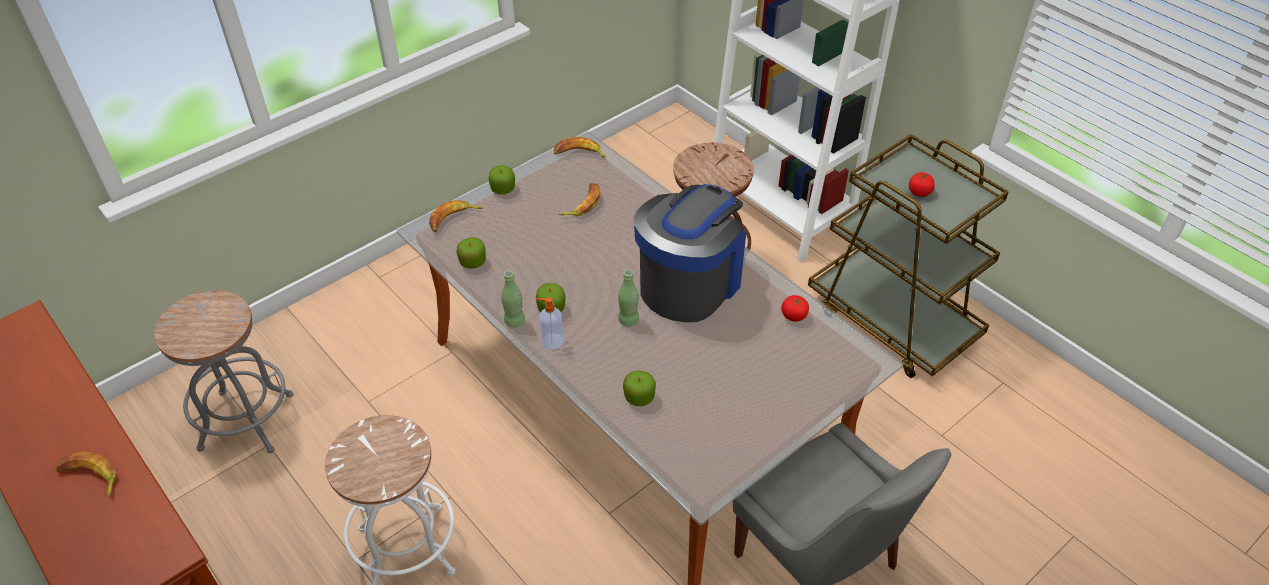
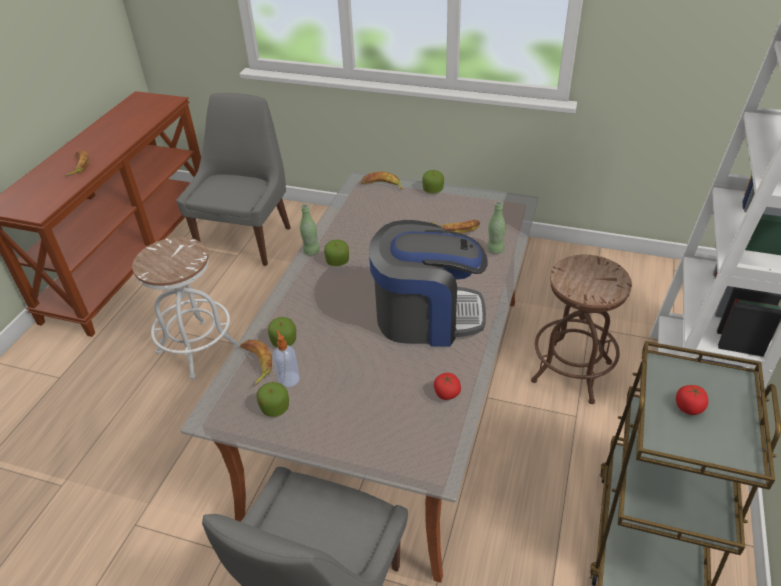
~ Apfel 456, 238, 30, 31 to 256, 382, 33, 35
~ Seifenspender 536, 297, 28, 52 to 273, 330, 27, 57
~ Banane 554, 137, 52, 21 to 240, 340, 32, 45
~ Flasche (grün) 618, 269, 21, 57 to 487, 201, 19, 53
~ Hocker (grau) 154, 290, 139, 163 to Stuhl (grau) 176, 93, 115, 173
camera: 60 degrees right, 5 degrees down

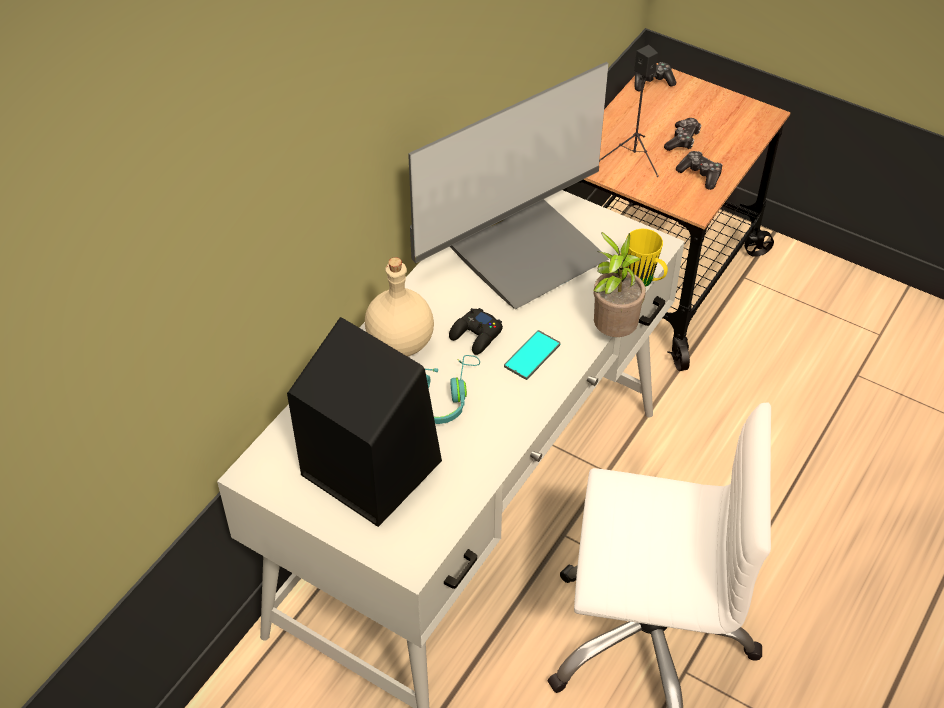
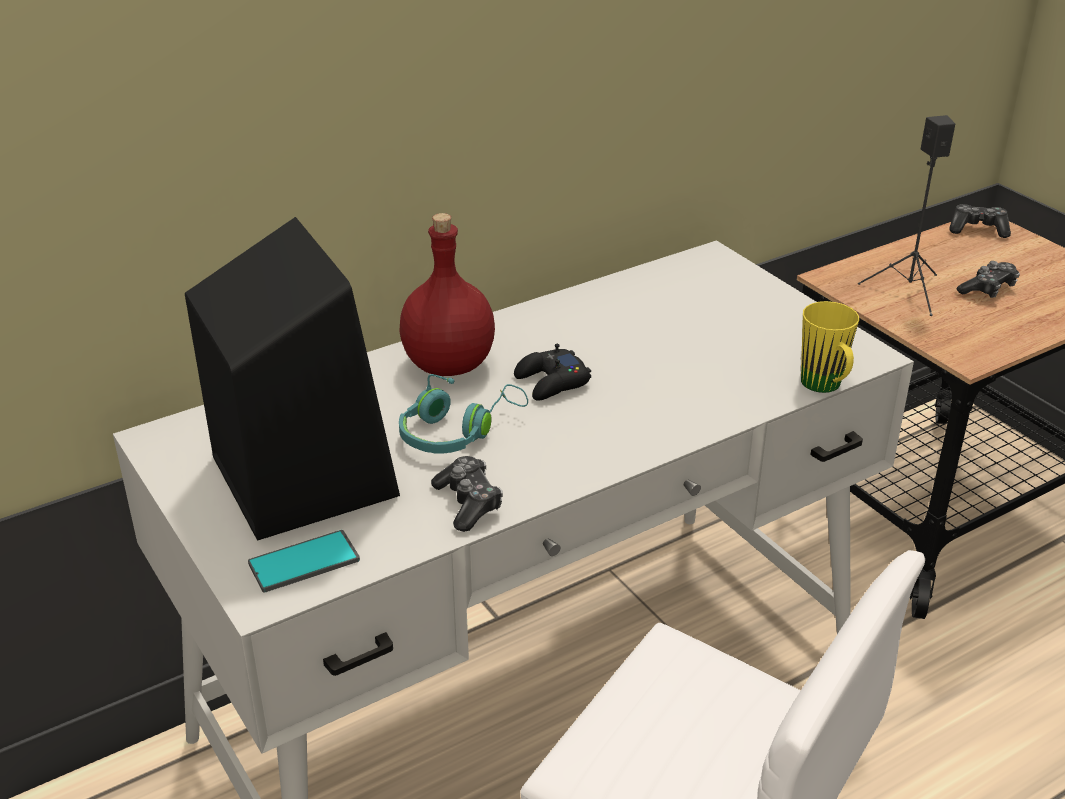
- Monitor 408, 62, 201, 247
- Topfpflanze 593, 232, 53, 105
~ Handy 504, 330, 57, 50 to 248, 530, 112, 63
~ Gamepad 676, 151, 46, 39 to 431, 456, 72, 76
~ Flasche (beige) 365, 257, 69, 100 to Flasche (rot) 399, 213, 96, 163
camera: 25 degrees right, 15 degrees down

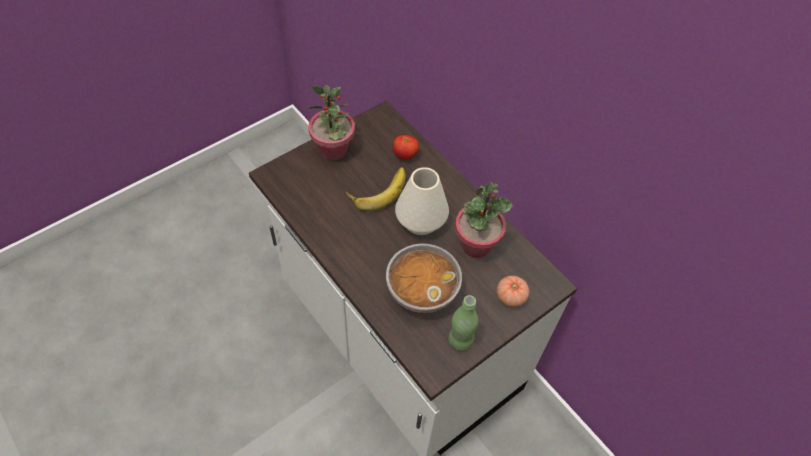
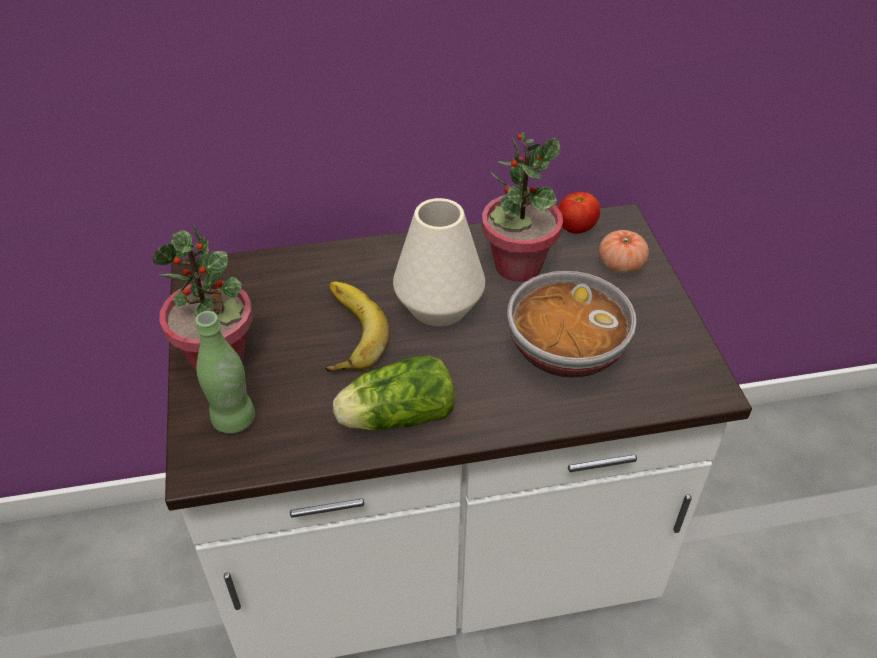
+ Salatkopf 333, 356, 122, 74
~ Tomate 393, 135, 26, 25 to 558, 192, 42, 42
~ Flasche (grün) 448, 295, 30, 56 to 195, 311, 60, 123
camera: 60 degrees left, 10 degrees down

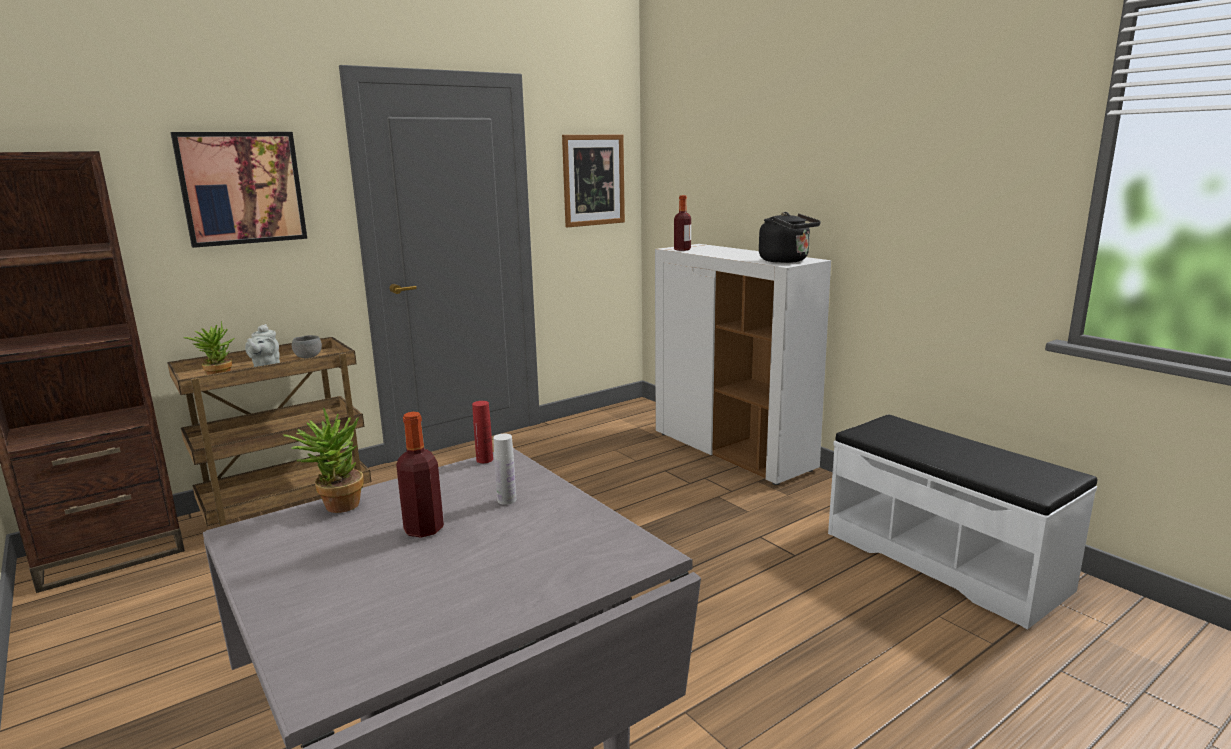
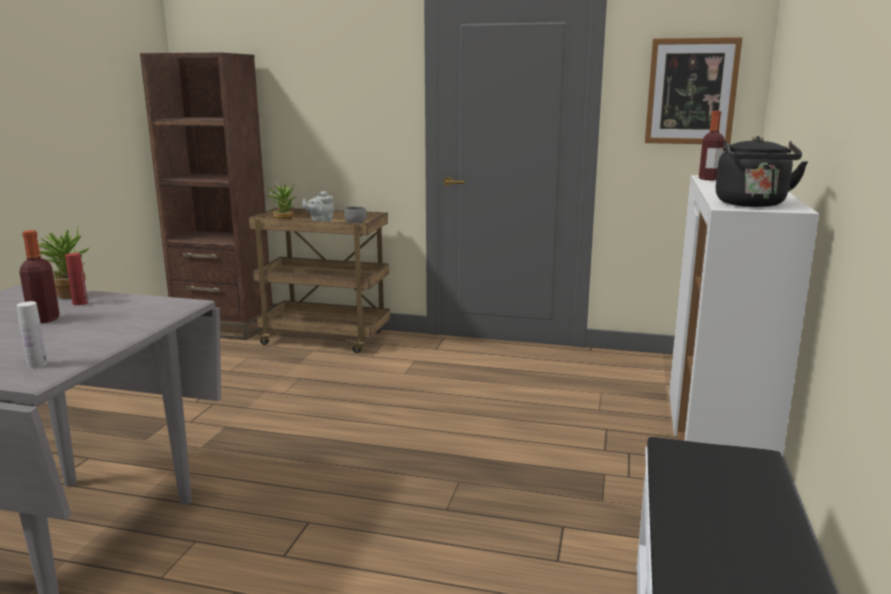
- Bild 170, 132, 137, 116
~ Flasche (rot) 472, 401, 21, 62 to 65, 253, 23, 52
~ Flasche (weiß) 493, 434, 23, 71 to 17, 301, 30, 67
camera: 50 degrees right, 0 degrees up

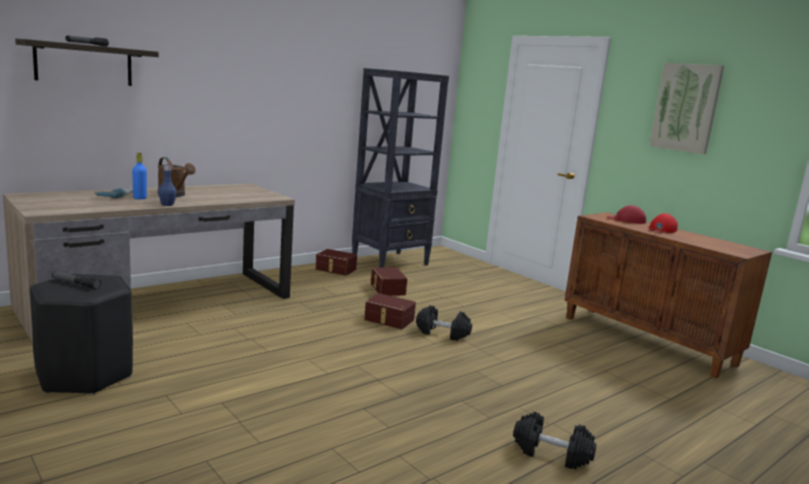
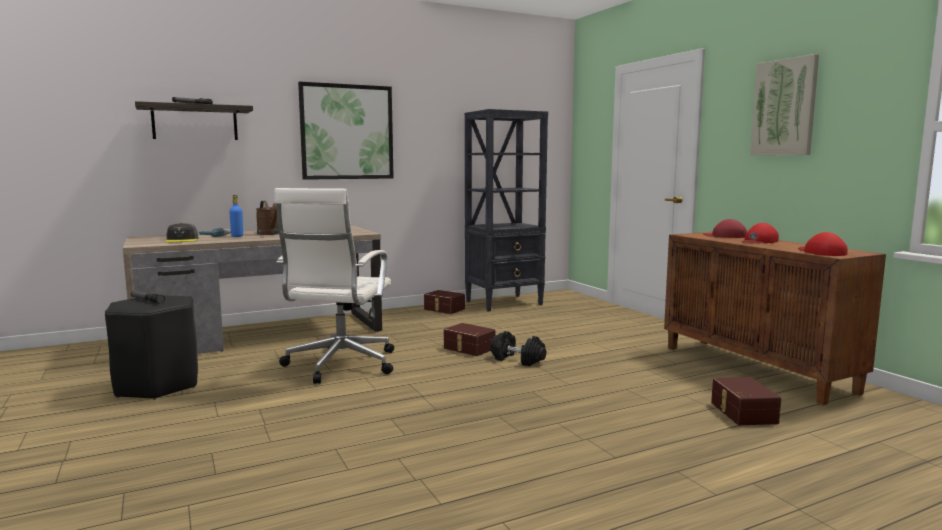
- Flasche (blau) 158, 166, 19, 40
- Hantel (schwarz) 513, 412, 84, 58
+ Kappe (grau) 165, 223, 33, 19
+ Bürostuhl (weiß) 274, 188, 120, 196
+ Bild 298, 82, 96, 98
+ Kappe (rot) 798, 232, 50, 24
~ Aufbewahrungsbox (braun) 371, 267, 36, 29 to 711, 377, 70, 48
camera: 15 degrees right, 5 degrees down

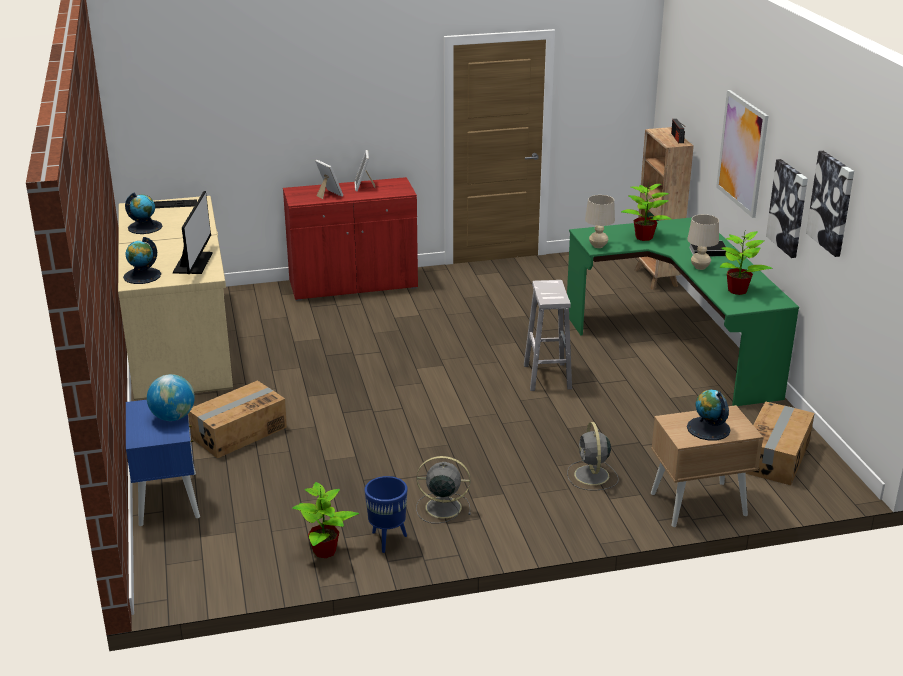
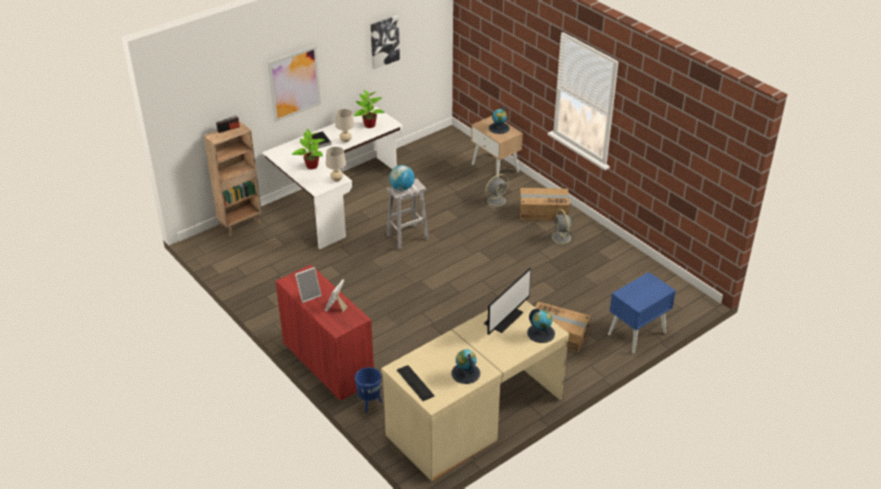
- Topfpflanze 292, 482, 67, 76
- Bild 766, 159, 42, 99
~ Globus 147, 374, 48, 47 to 389, 165, 26, 26
~ Pflanzkübel (blau) 364, 476, 44, 77 to 355, 367, 27, 46
~ Karton 745, 401, 70, 84 to 520, 188, 50, 33
~ Schreibtisch (grün) 567, 217, 232, 189 to Schreibtisch (weiß) 262, 107, 141, 143
~ Monitor 173, 191, 39, 83 = 484, 268, 47, 67 150 degrees clockwise
camera: 115 degrees left, 10 degrees up

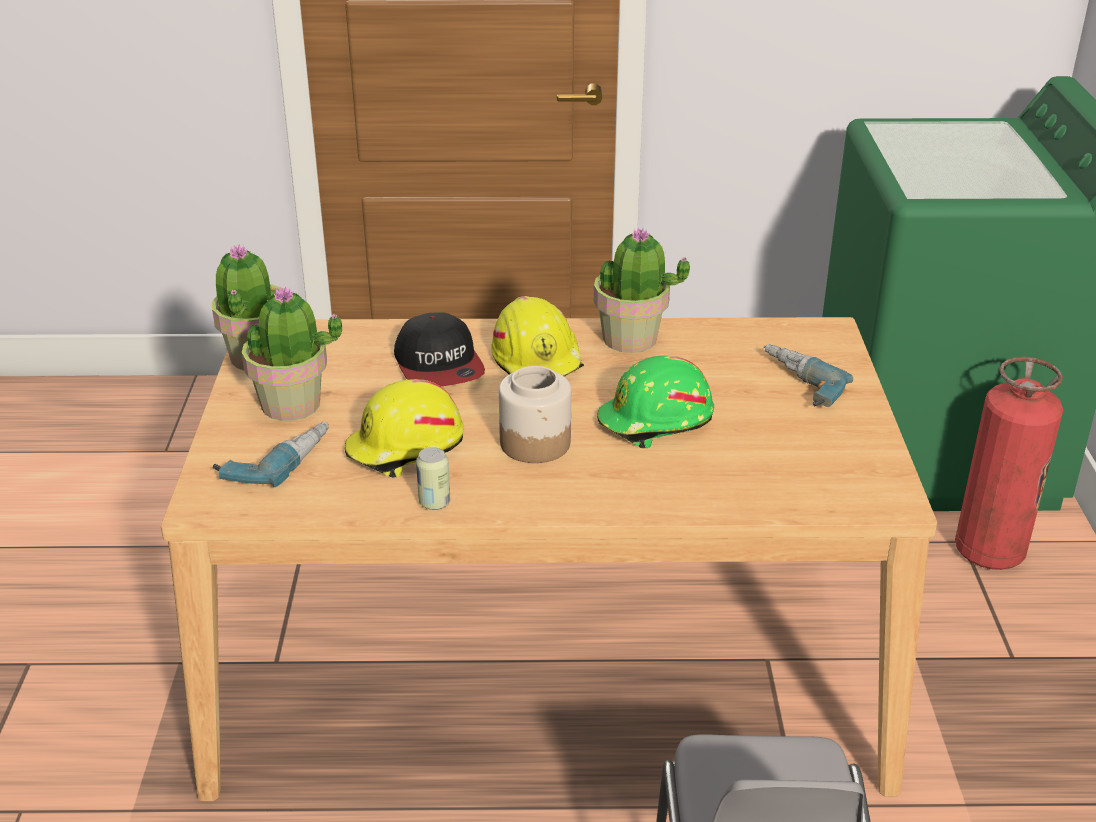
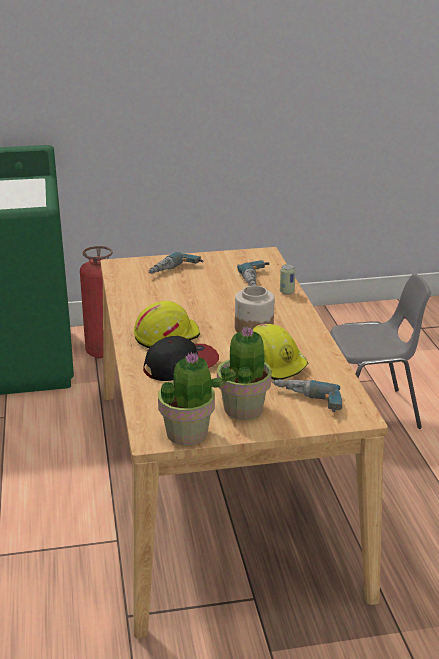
- Topfpflanze 594, 228, 96, 125
- Schutzhelm (grün) 597, 356, 117, 93
+ Bohrmaschine 237, 260, 32, 26
~ Dose 416, 447, 34, 63 to 280, 264, 15, 31
camera: 100 degrees left, 5 degrees down

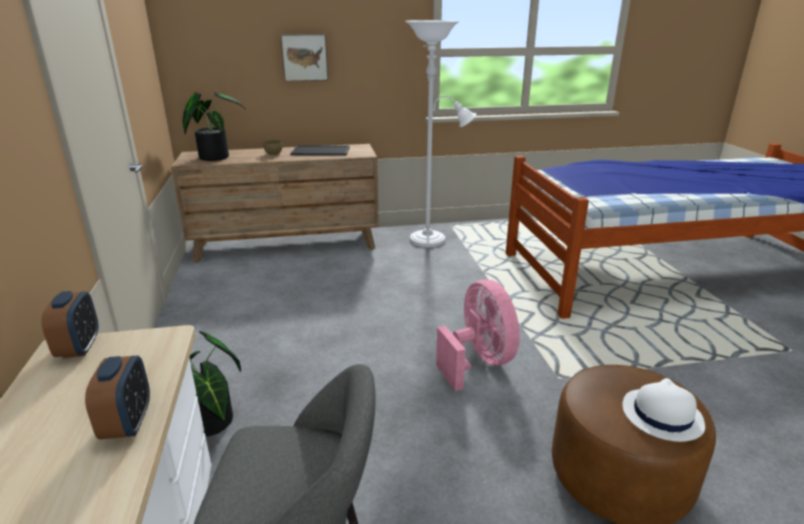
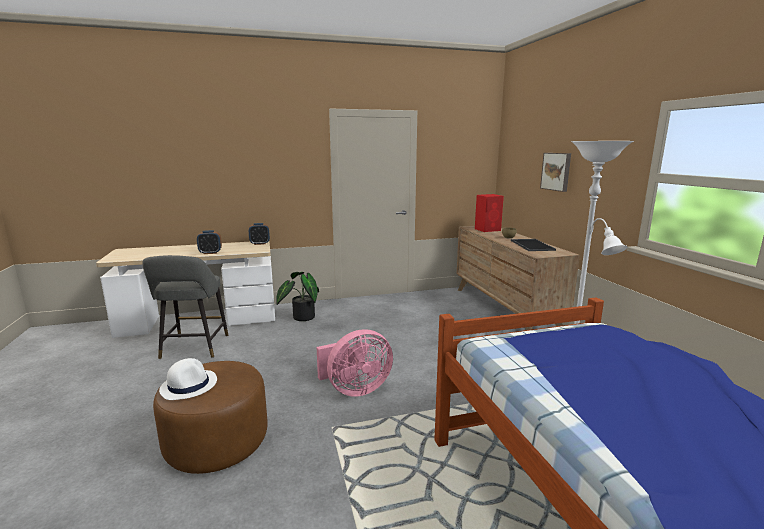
~ Topfpflanze 182, 92, 64, 69 to Lautsprecher (rot) 475, 194, 29, 38
camera: 85 degrees right, 10 degrees down

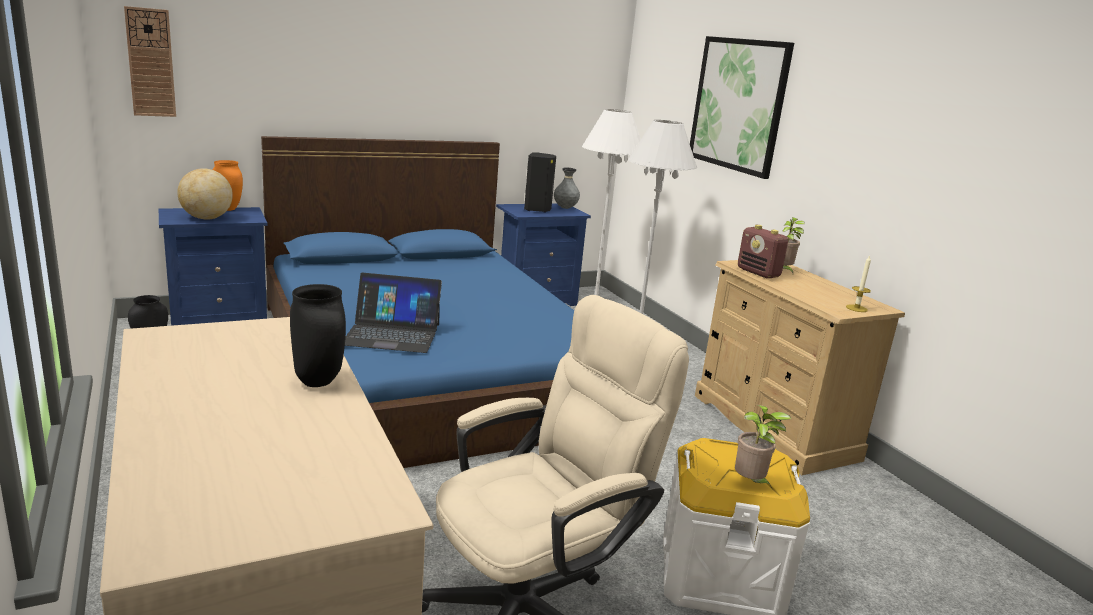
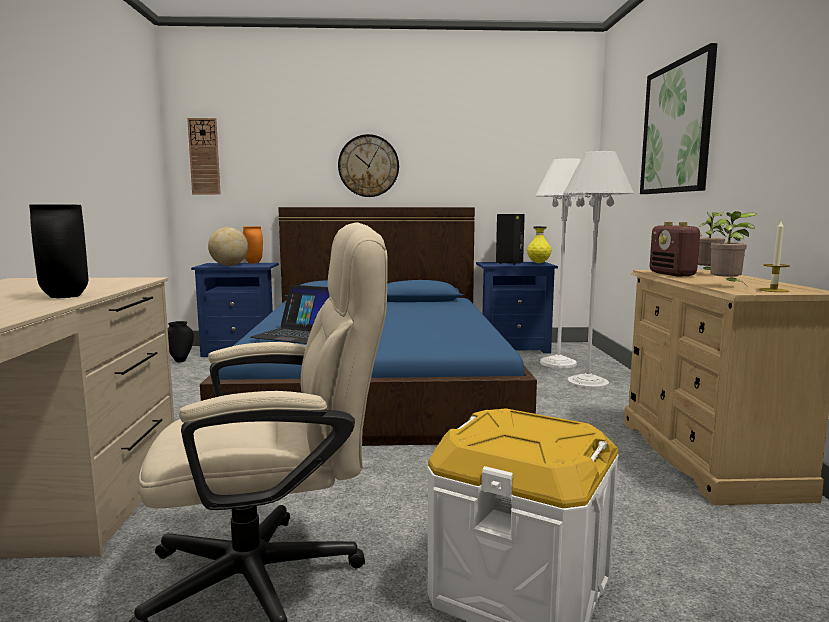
+ Wanduhr 338, 134, 61, 63
~ Topfpflanze 735, 405, 56, 83 to 710, 211, 47, 75
~ Vase (grau) 554, 168, 26, 41 to Vase (gelb) 527, 226, 25, 37
camera: 25 degrees right, 10 degrees down

